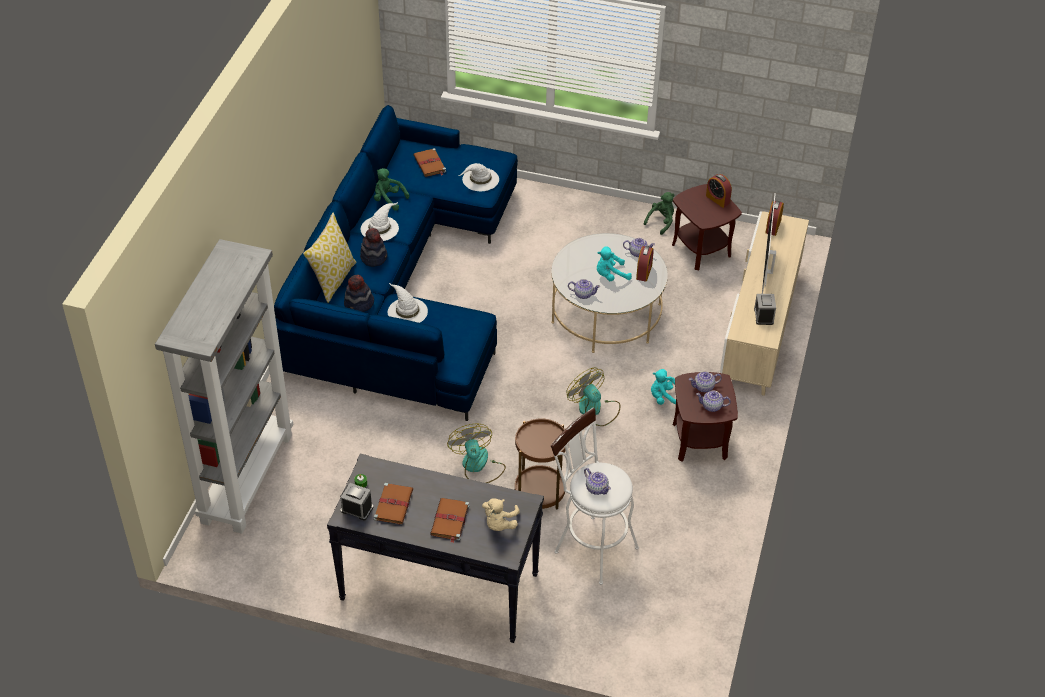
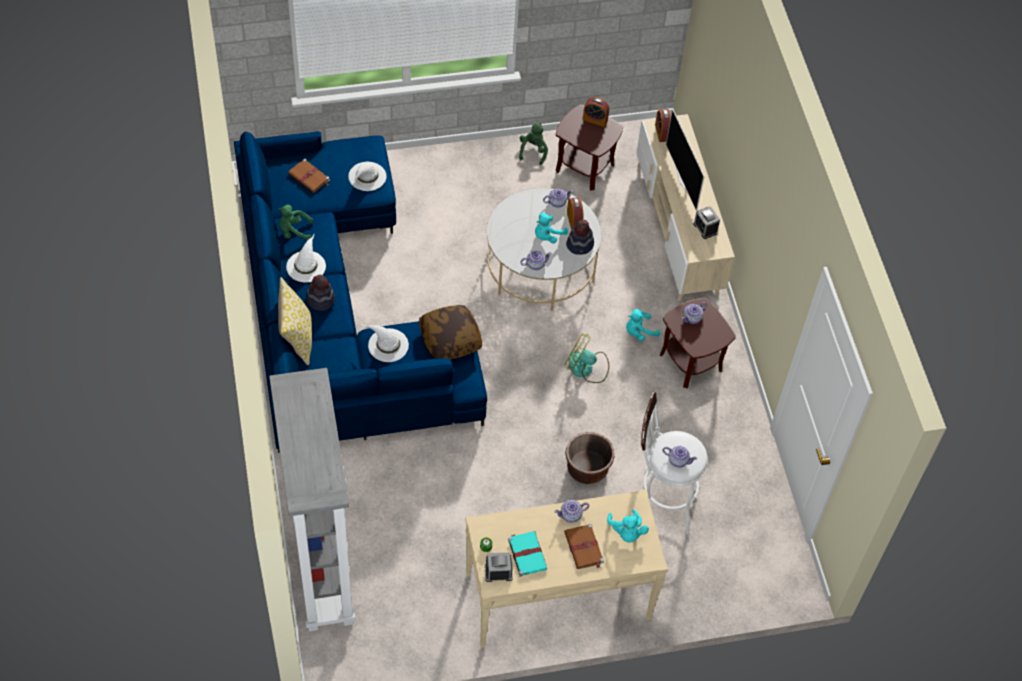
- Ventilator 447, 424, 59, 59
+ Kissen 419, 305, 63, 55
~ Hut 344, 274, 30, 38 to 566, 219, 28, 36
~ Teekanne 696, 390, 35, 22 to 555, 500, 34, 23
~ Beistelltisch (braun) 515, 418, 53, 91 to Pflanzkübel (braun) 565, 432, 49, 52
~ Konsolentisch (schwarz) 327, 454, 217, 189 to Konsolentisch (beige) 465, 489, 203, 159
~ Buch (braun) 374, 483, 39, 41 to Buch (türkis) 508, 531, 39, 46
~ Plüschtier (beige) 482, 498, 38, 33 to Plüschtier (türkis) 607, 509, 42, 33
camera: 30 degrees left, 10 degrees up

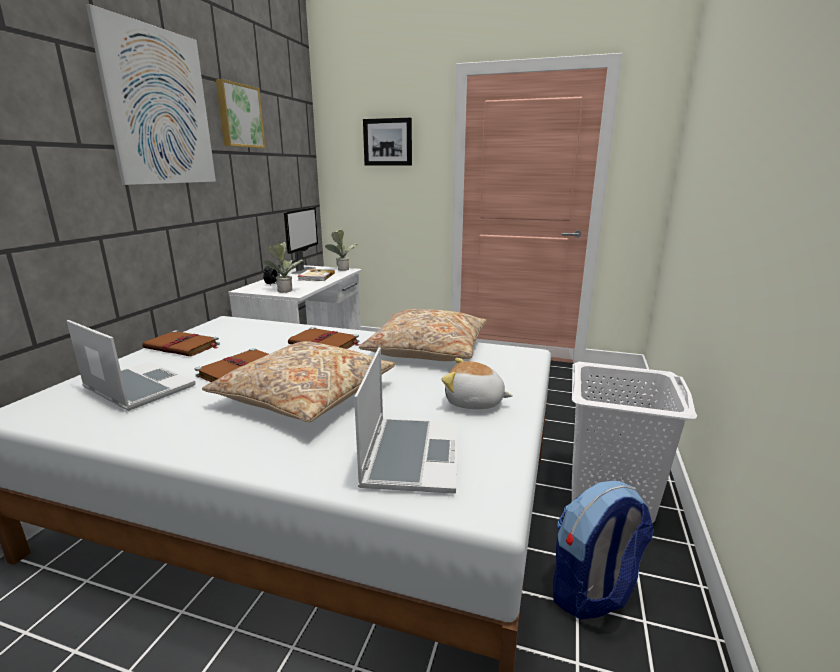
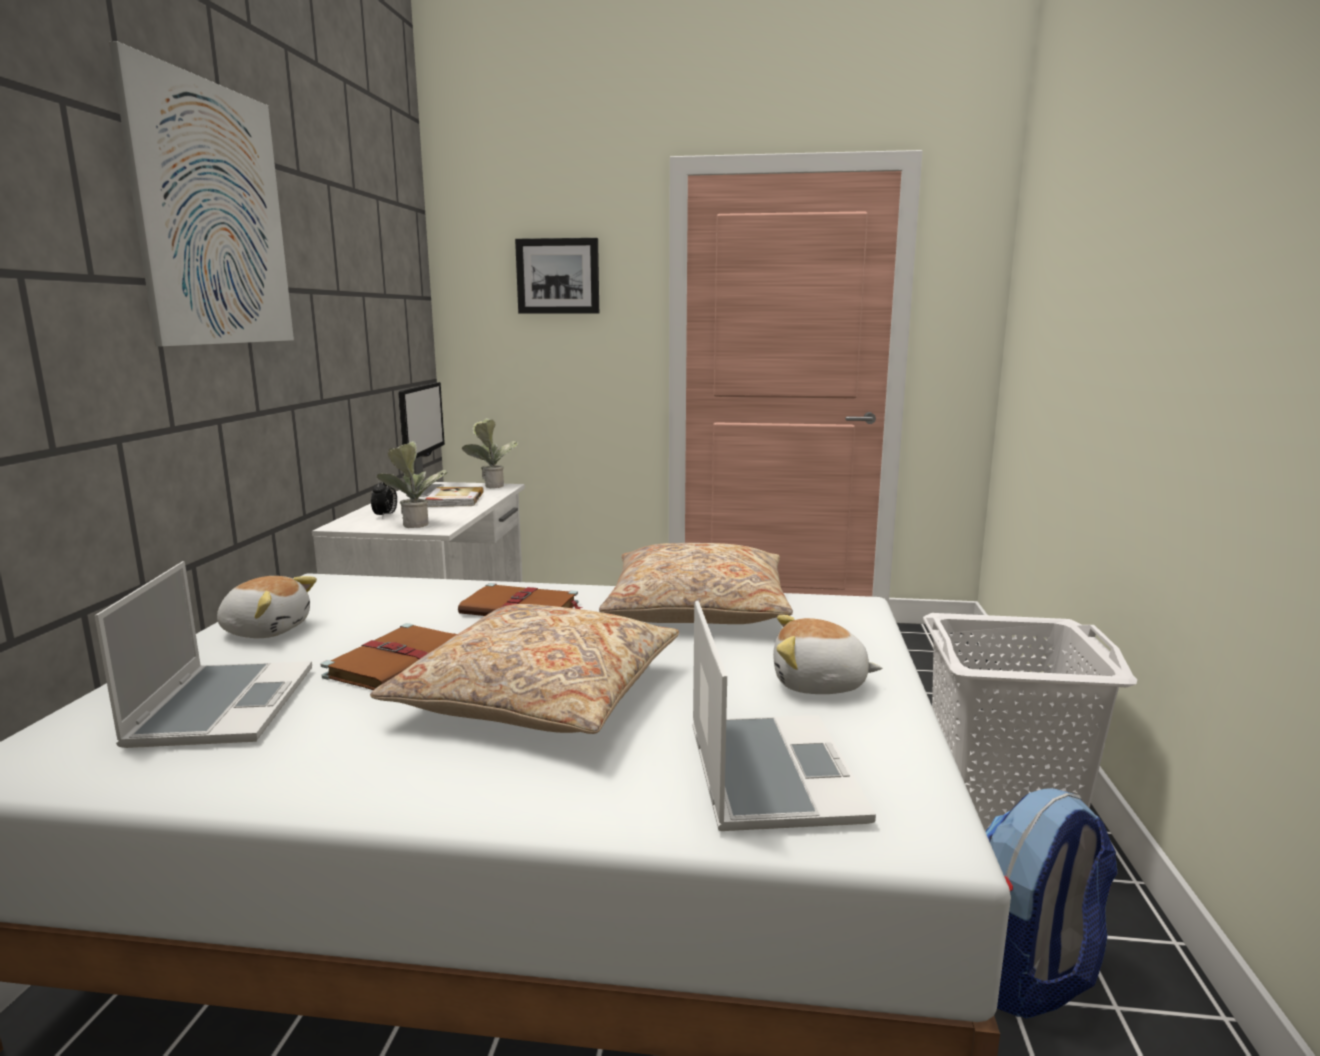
- Bild 216, 79, 49, 69
~ Buch (braun) 142, 330, 78, 26 to Plüschtier 217, 576, 100, 62
~ Laptop 67, 320, 129, 91 = 94, 561, 218, 187 60 degrees clockwise
camera: 10 degrees left, 5 degrees down

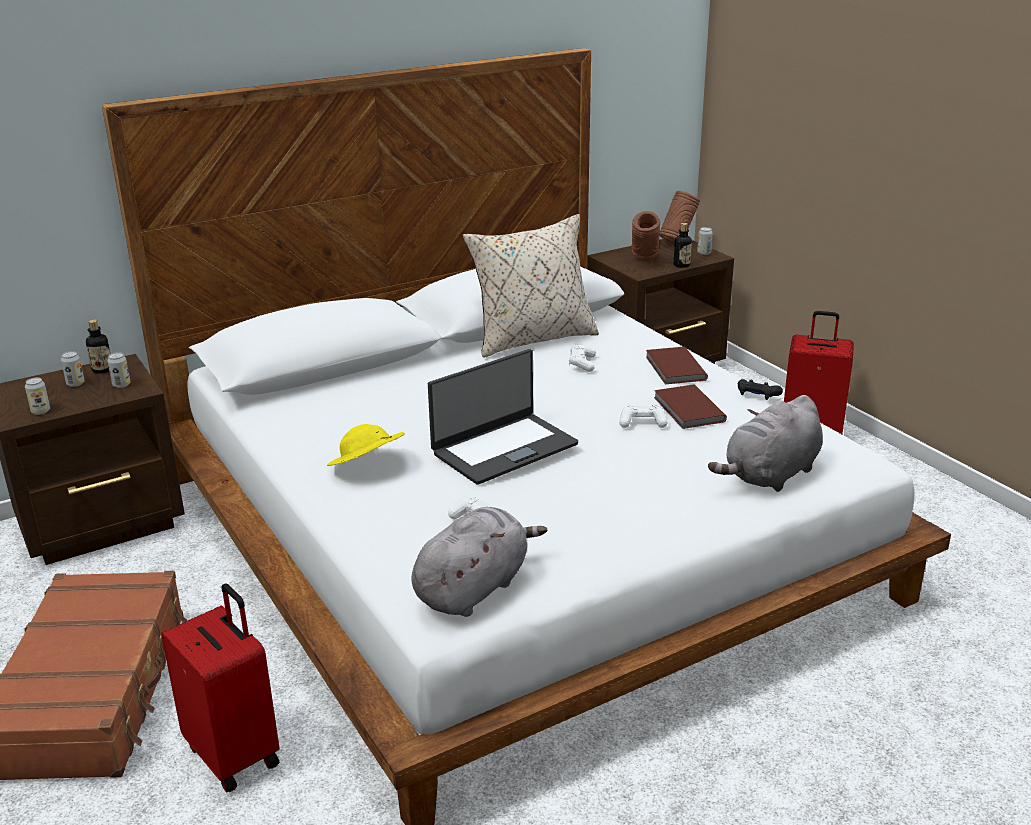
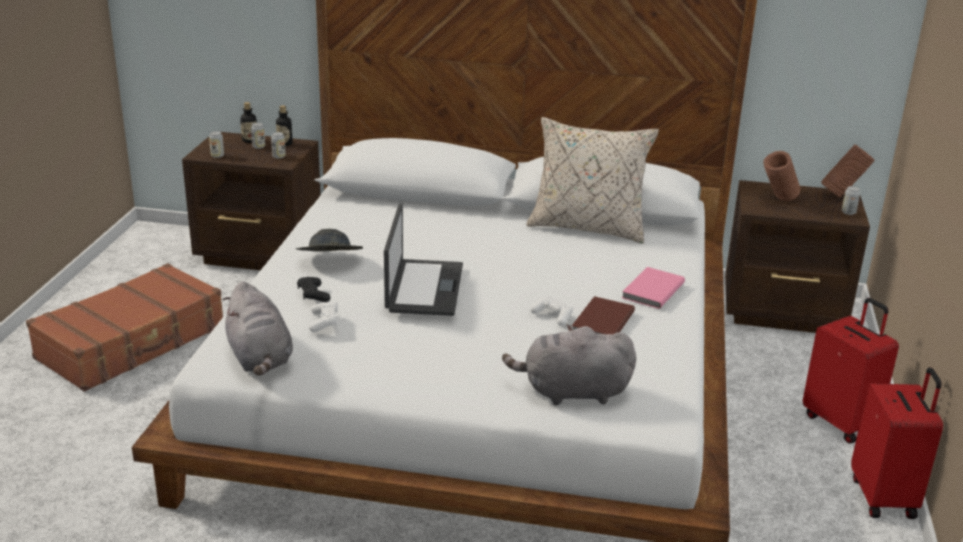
- Gamepad (weiß) 569, 345, 27, 27
~ Koffer (rot) 161, 584, 118, 208 to 851, 367, 92, 152
~ Flasche 674, 223, 18, 45 to 240, 102, 17, 41
~ Gamepad (schwarz) 738, 379, 45, 21 to 297, 277, 33, 25
~ Hut (gelb) 327, 424, 78, 42 to Hut (grau) 296, 229, 67, 22
~ Buch (braun) 646, 347, 62, 37 to Buch (rosa) 622, 267, 63, 42
~ Plüschtier (grau) 412, 507, 135, 110 = 223, 281, 70, 95 75 degrees clockwise
~ Laptop 428, 349, 150, 136 = 384, 204, 79, 112 90 degrees counterclockwise
camera: 40 degrees right, 0 degrees up

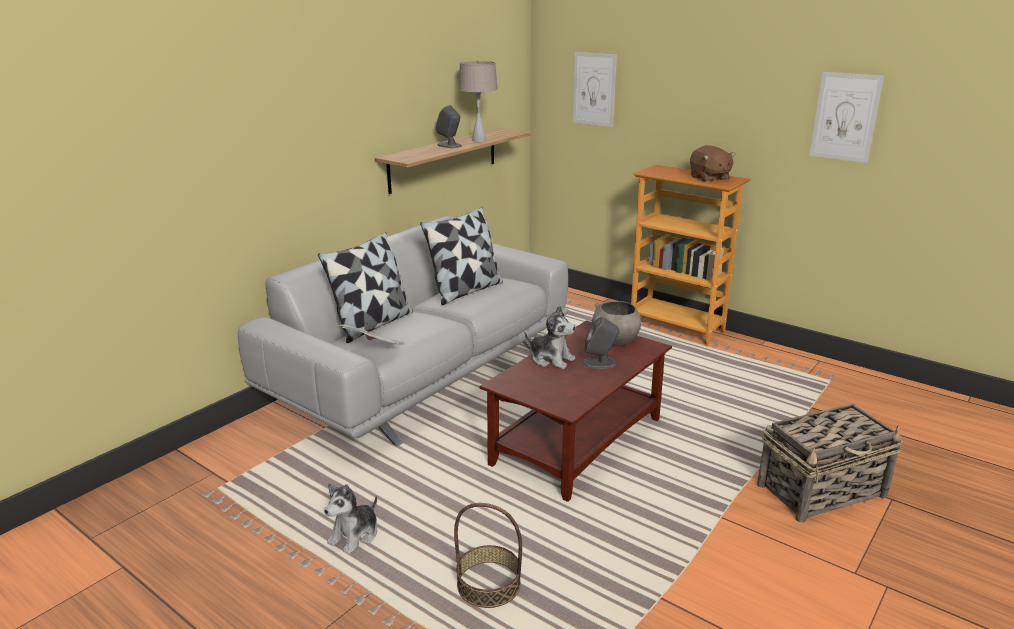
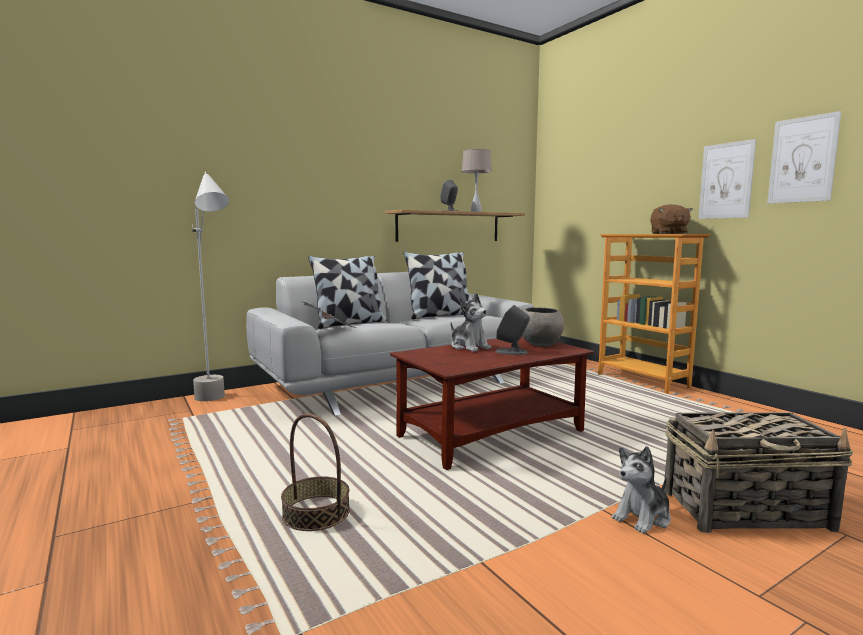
+ Stehlampe (grau) 192, 171, 37, 230
~ Plüschtier 324, 483, 53, 71 to 612, 446, 59, 88
~ Bild 573, 52, 44, 75 to 698, 139, 58, 80
camera: 20 degrees right, 15 degrees down

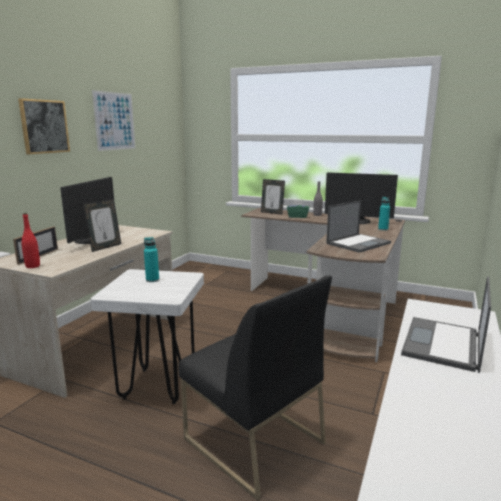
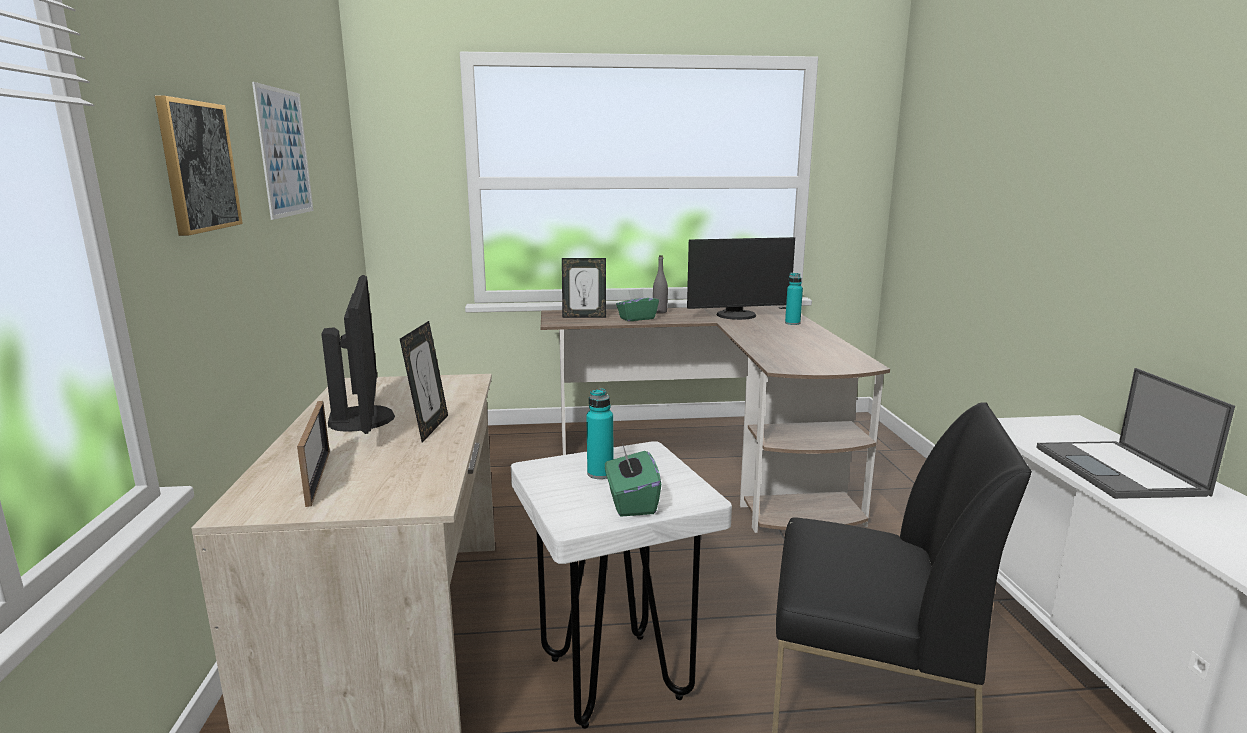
- Flasche (rot) 21, 213, 19, 55
- Laptop 326, 200, 65, 53
+ Taschentuchbox (grün) 605, 445, 56, 71
camera: 30 degrees left, 0 degrees up

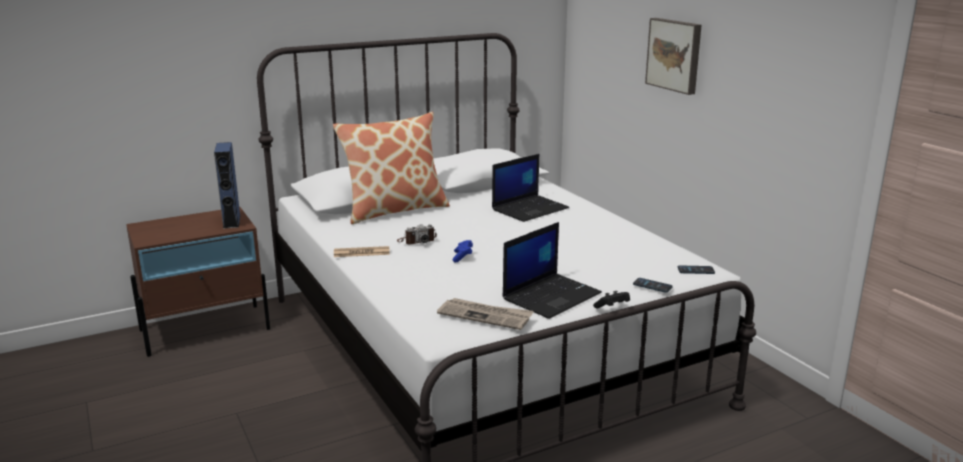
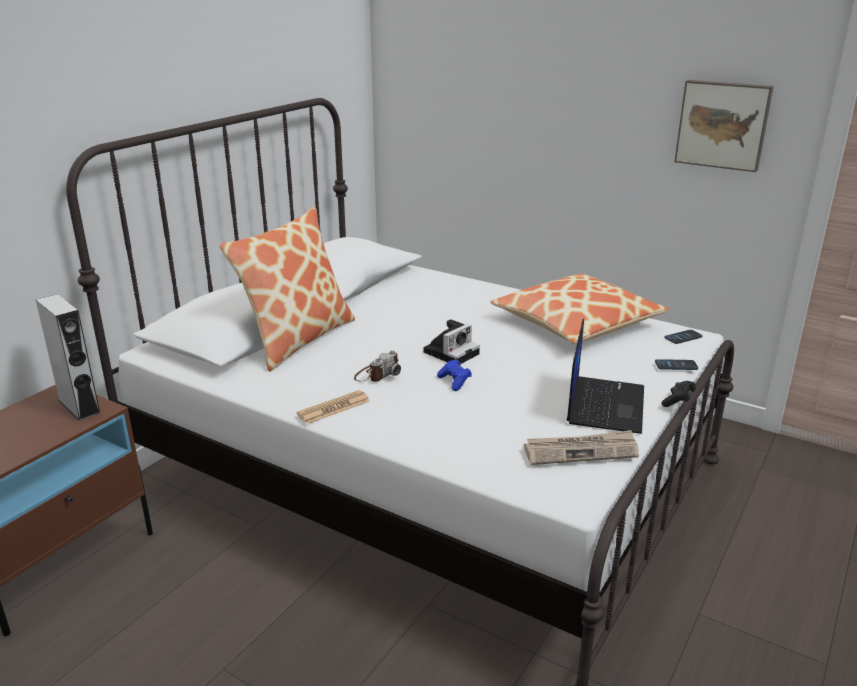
- Laptop 492, 154, 77, 68
+ Kamera 423, 319, 57, 45
+ Kissen 490, 274, 179, 70
~ Bild 645, 18, 57, 77 to 674, 80, 100, 92
~ Lautsprecher (blau) 214, 142, 26, 87 to Lautsprecher (grau) 36, 294, 65, 127
camera: 30 degrees left, 5 degrees up

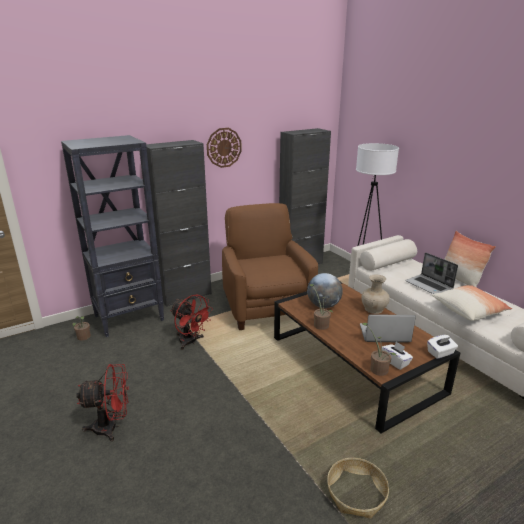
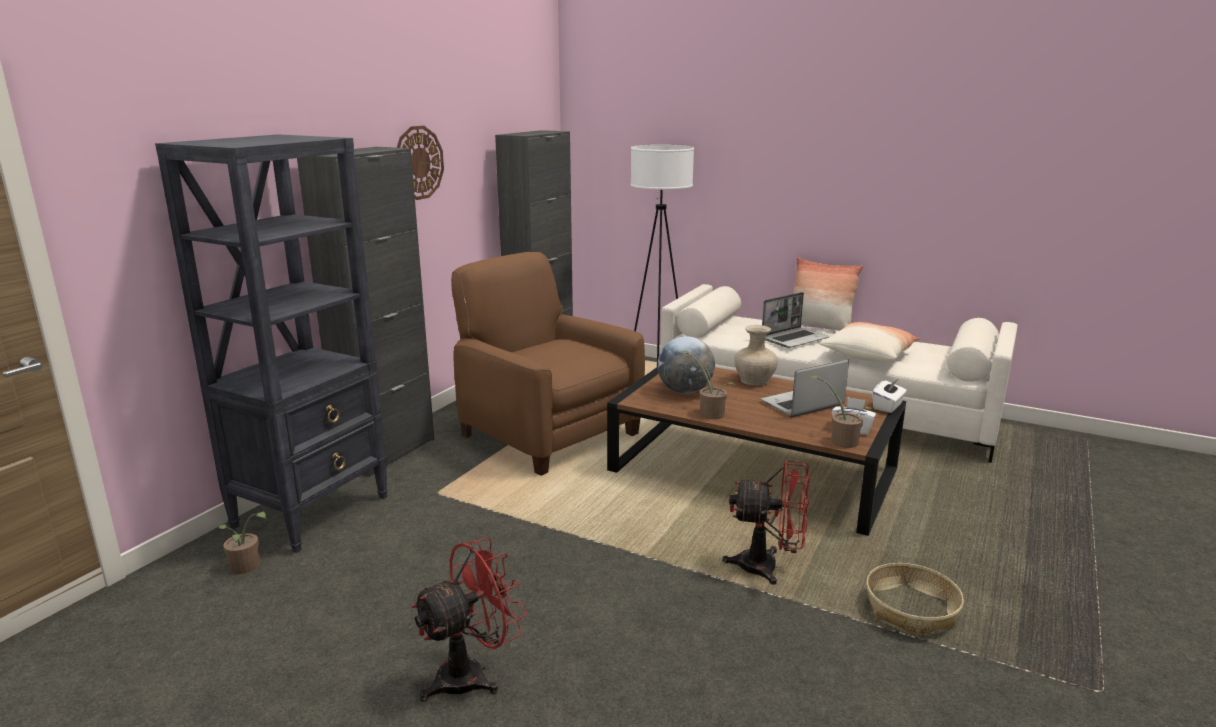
~ Ventilator (rot) 170, 294, 43, 56 to 722, 459, 87, 126
~ Laptop 406, 252, 52, 42 = 762, 292, 67, 56 60 degrees counterclockwise
camera: 30 degrees left, 5 degrees down

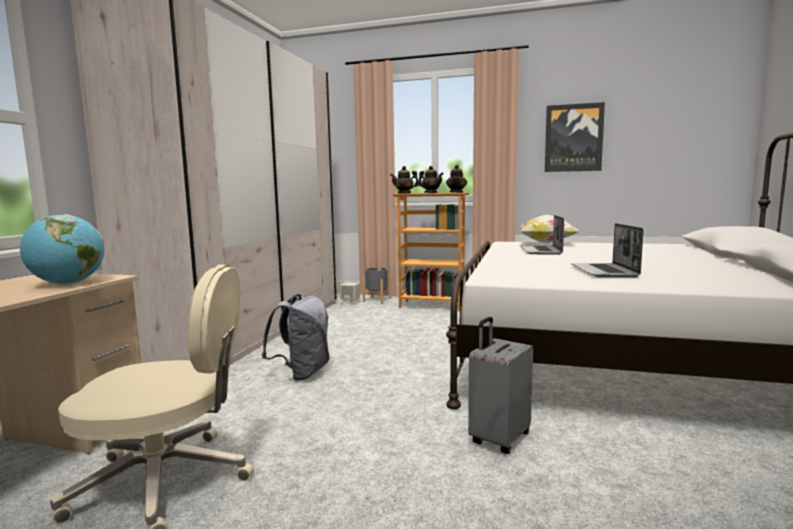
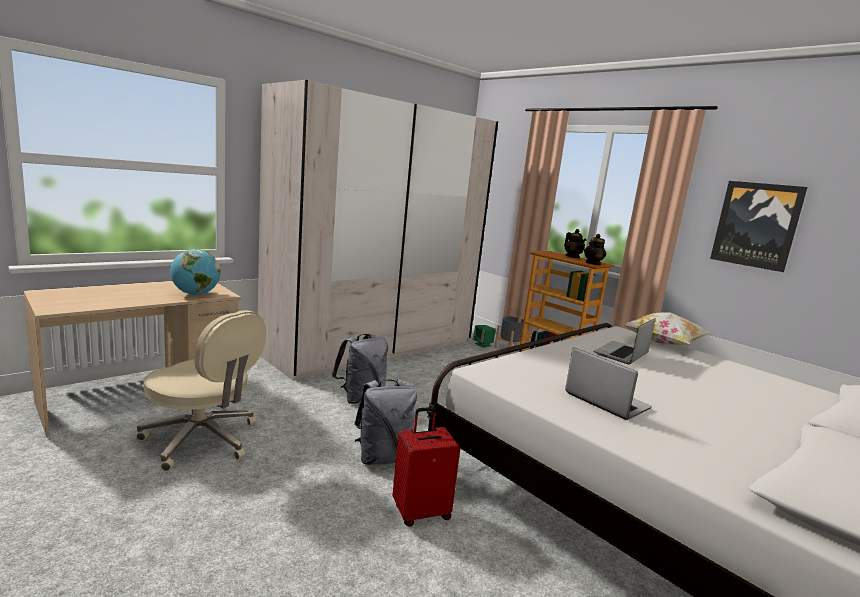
- Teekanne 390, 166, 29, 28
+ Rucksack (grau) 354, 379, 63, 86
~ Lautsprecher (beige) 340, 283, 20, 21 to Lautsprecher (grün) 473, 325, 23, 23
~ Koffer (grau) 468, 317, 65, 137 to Koffer (rot) 393, 407, 67, 120
~ Laptop 571, 223, 73, 54 = 565, 348, 87, 72 105 degrees clockwise
camera: 30 degrees right, 5 degrees up

